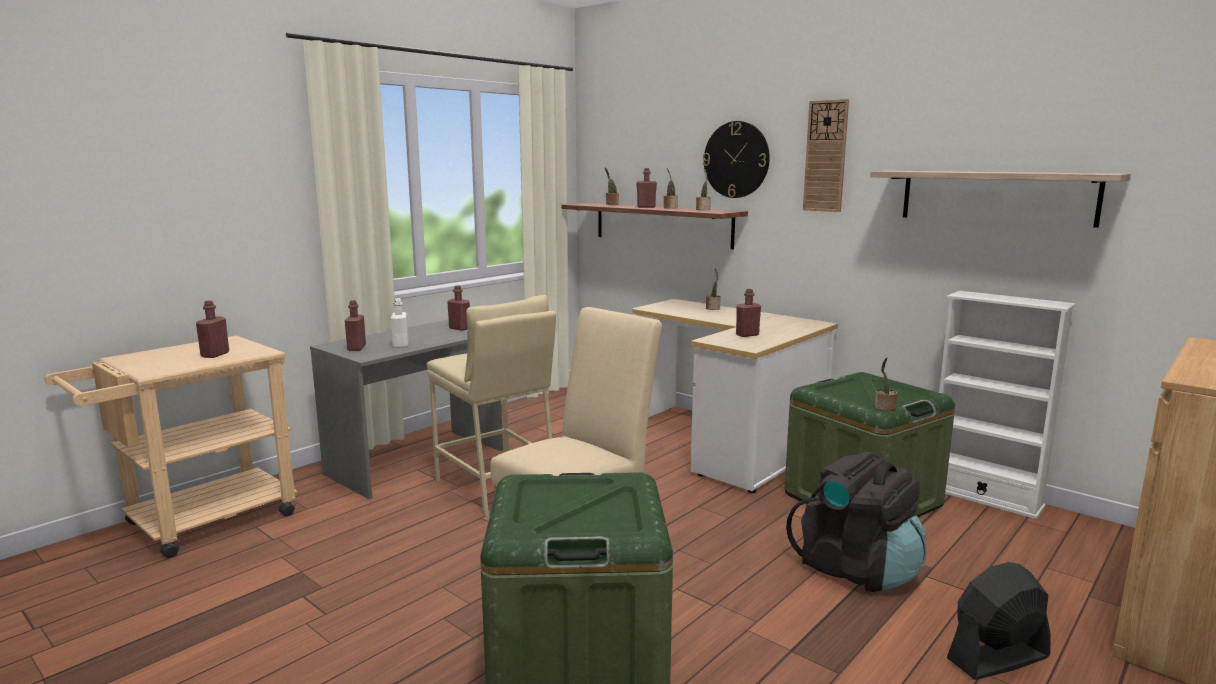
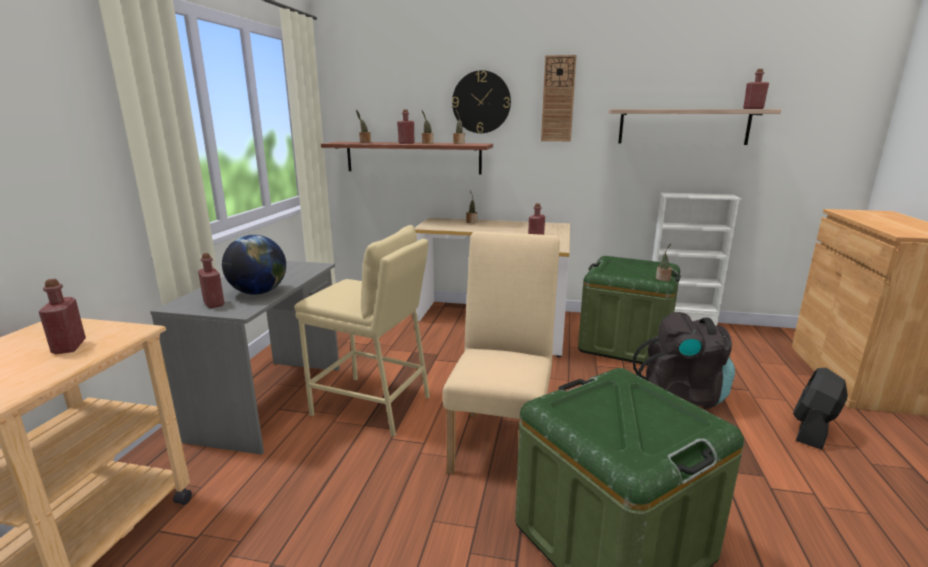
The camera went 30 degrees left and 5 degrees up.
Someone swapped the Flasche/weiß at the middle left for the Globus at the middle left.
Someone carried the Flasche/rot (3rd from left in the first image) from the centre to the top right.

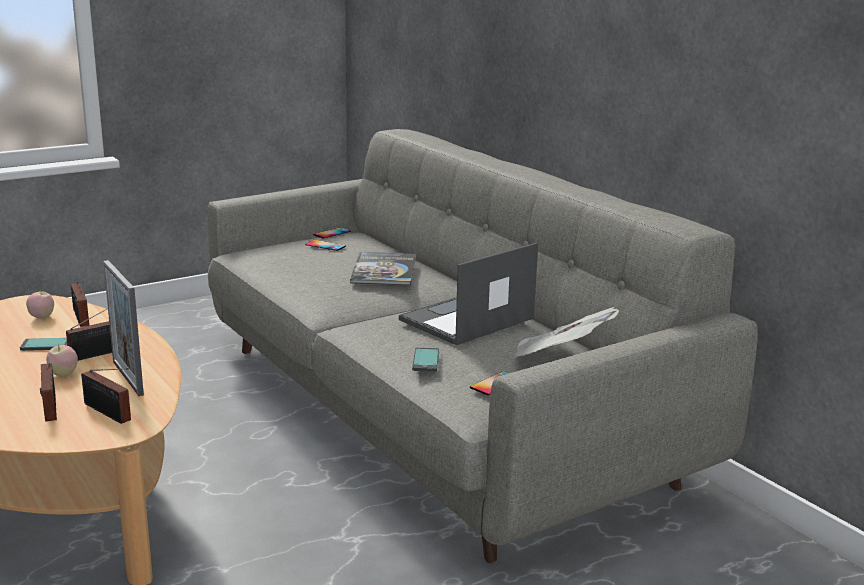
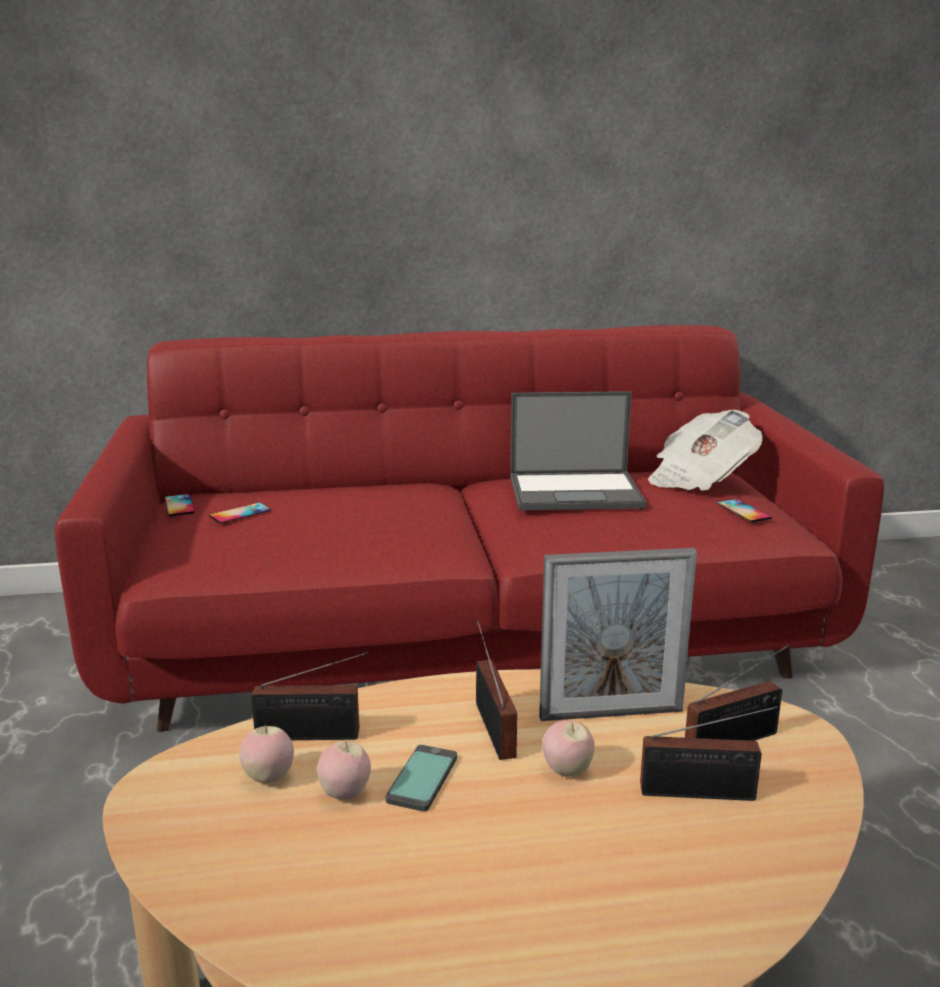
The camera went 65 degrees left and 0 degrees up.
Someone repainted the Sofa/grau at the centre, which became the Sofa/rot at the centre.
Someone put down the Apfel (2nd from left) at the bottom centre.
Someone rotated the Laptop at the centre by 75 degrees counterclockwise.
Someone took away the Buch at the centre.
Someone took away the Handy (4th from left) at the centre.

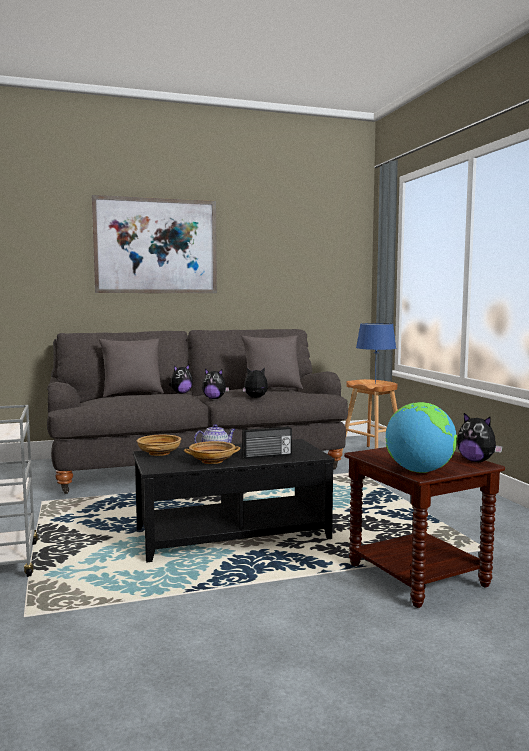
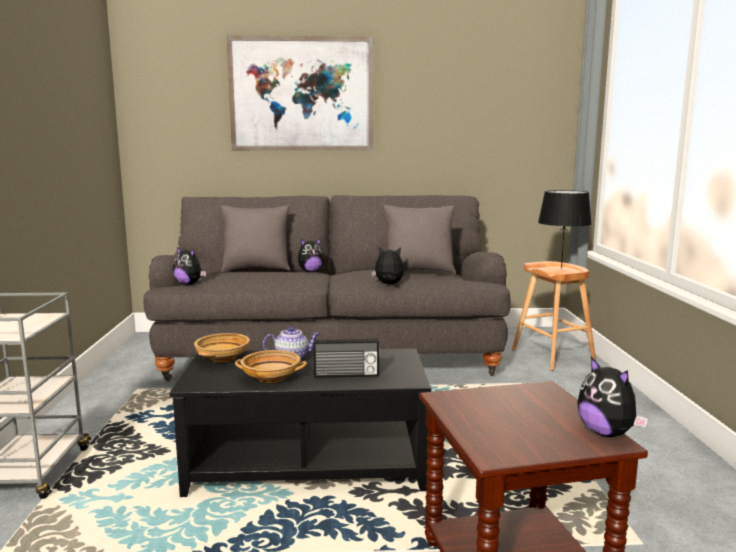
The camera went 15 degrees right and 5 degrees up.
Someone carried the Plüschtier (2nd from left in the first image) from the centre to the middle left.
Someone repainted the Tischlampe/blau at the middle right, which became the Tischlampe/schwarz at the middle right.
Someone took away the Globus at the middle right.

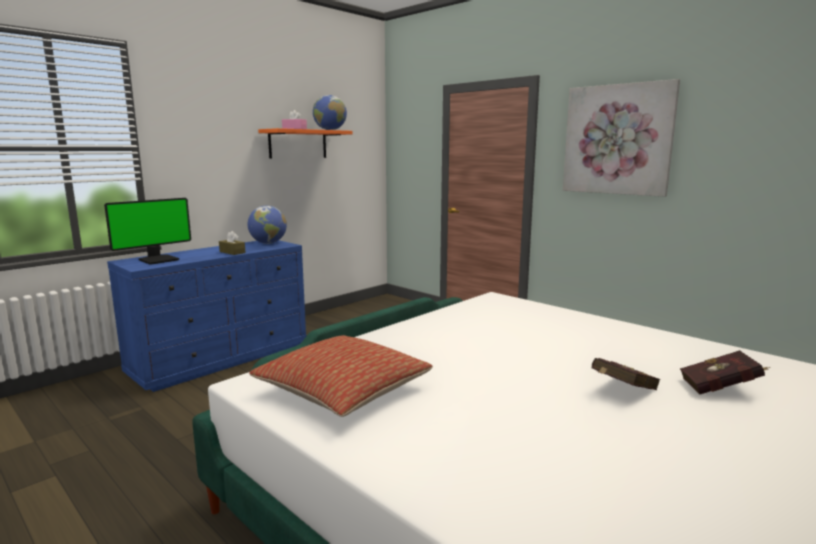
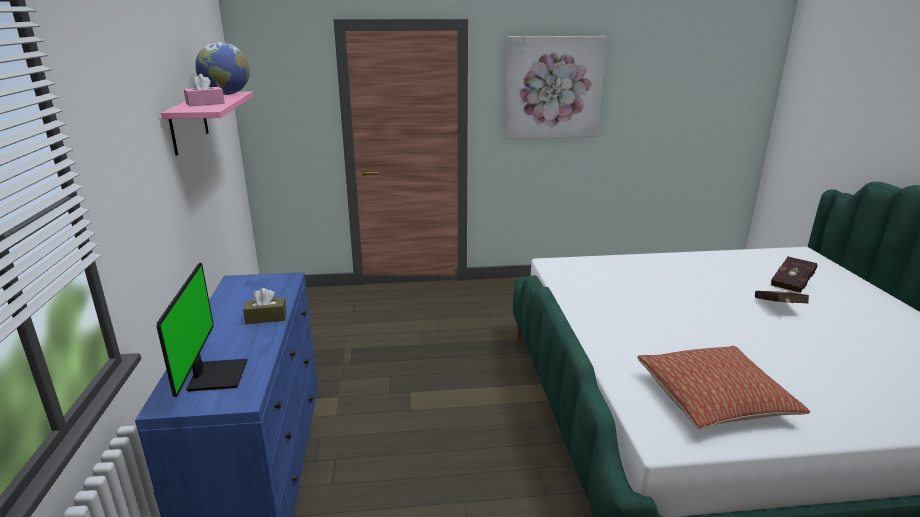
The camera went 50 degrees left and 10 degrees up.
Someone repainted the Wandregal/orange at the top centre, which became the Wandregal/rosa at the top left.
Someone took away the Globus (1st from left) at the middle left.

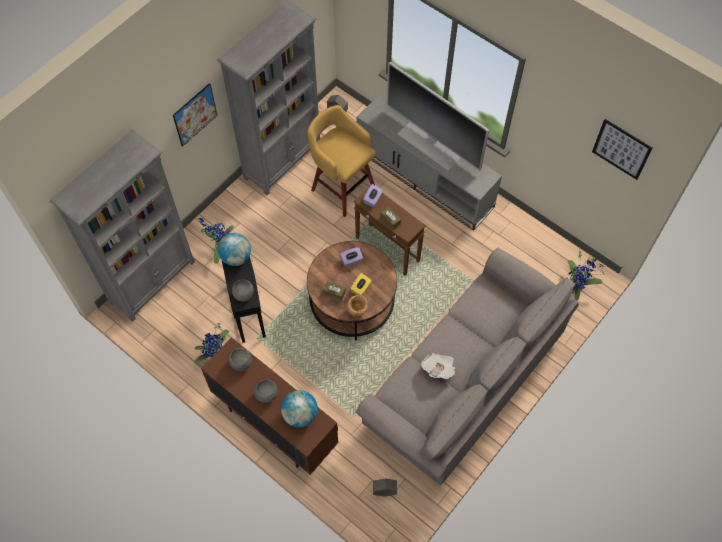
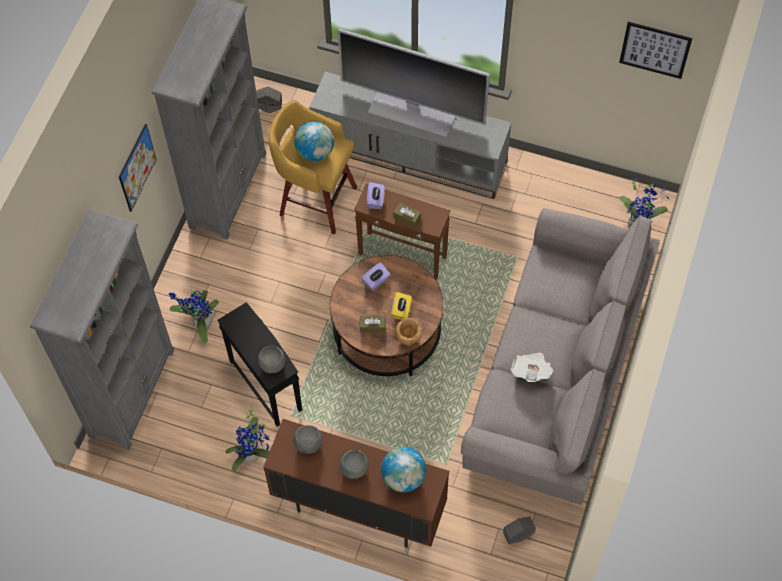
The camera went 20 degrees left and 0 degrees up.
Someone carried the Globus (1st from left) from the middle left to the top centre.

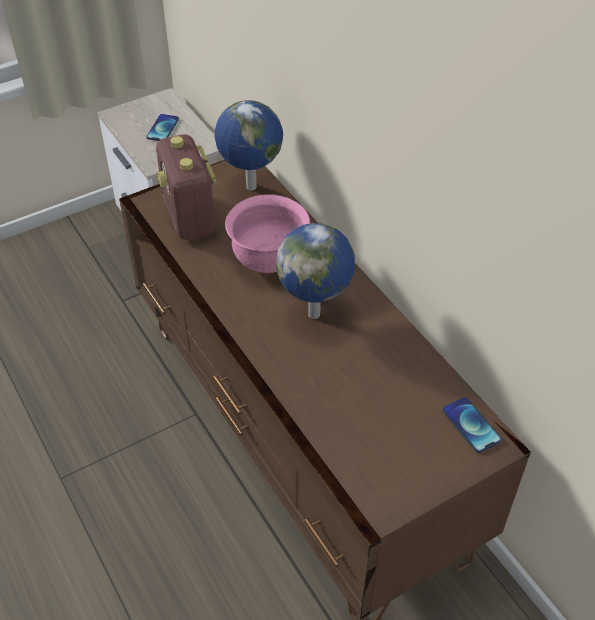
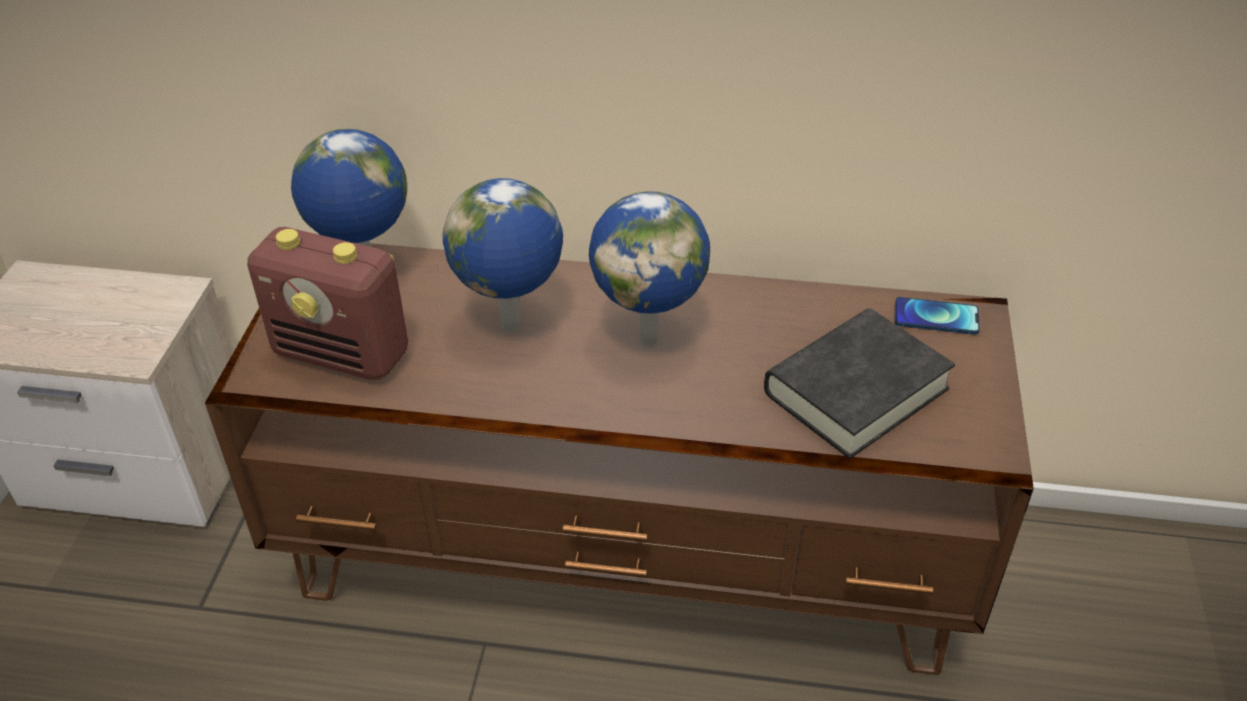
The camera went 50 degrees left and 5 degrees down.
Someone swapped the Schüssel/rosa at the centre for the Globus (2nd from left) at the centre.
Someone put down the Buch/schwarz at the middle right.
Someone took away the Handy (1st from left) at the top left.

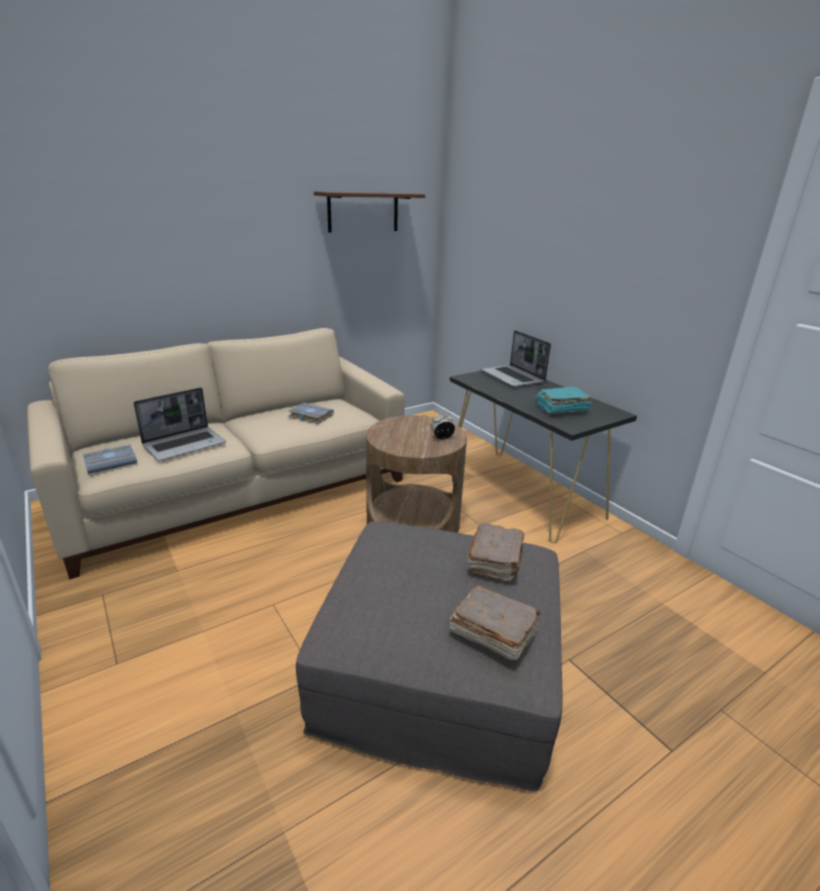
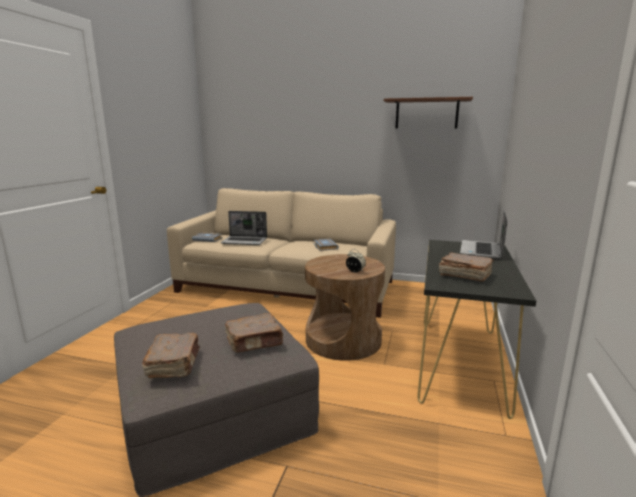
The camera went 50 degrees right and 10 degrees down.
Someone repainted the Buch/türkis at the middle right, which became the Buch/braun (3rd from left) at the middle right.

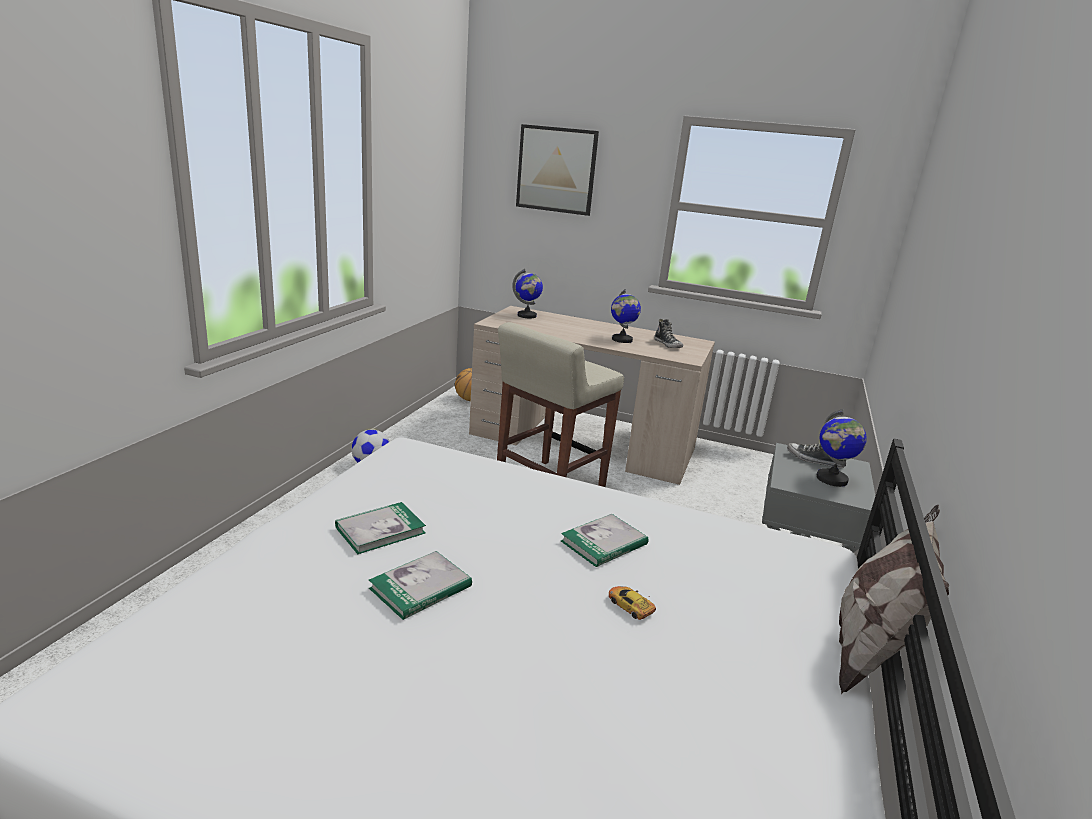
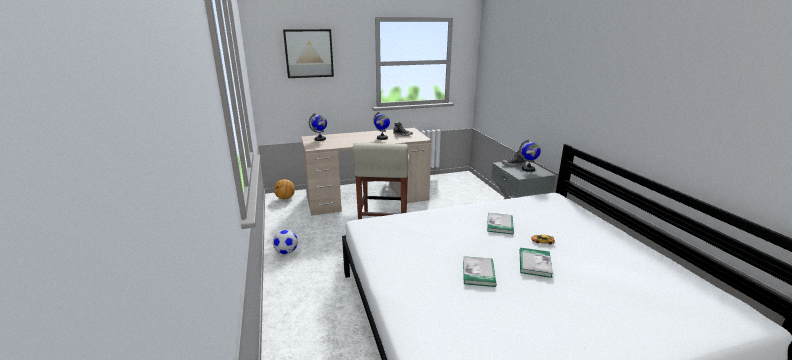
The camera went 35 degrees left and 0 degrees up.
Someone carried the Buch (1st from left in the first image) from the centre to the bottom right.
Someone took away the Kissen at the bottom right.

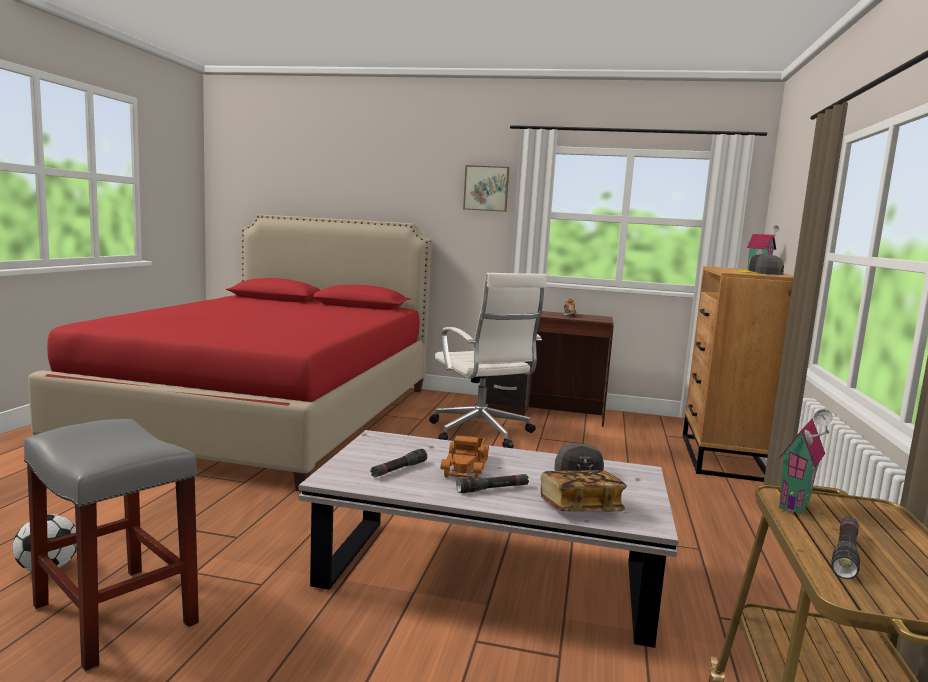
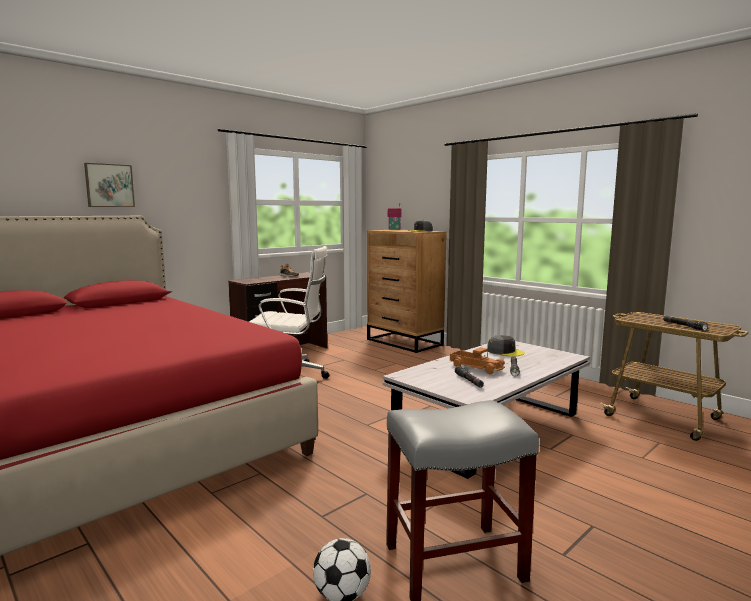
The camera went 55 degrees left and 0 degrees up.
Someone carried the Bild from the top centre to the top left.
Someone took away the Buch at the bottom centre.
Someone took away the Spielzeughaus (2nd from left) at the bottom right.

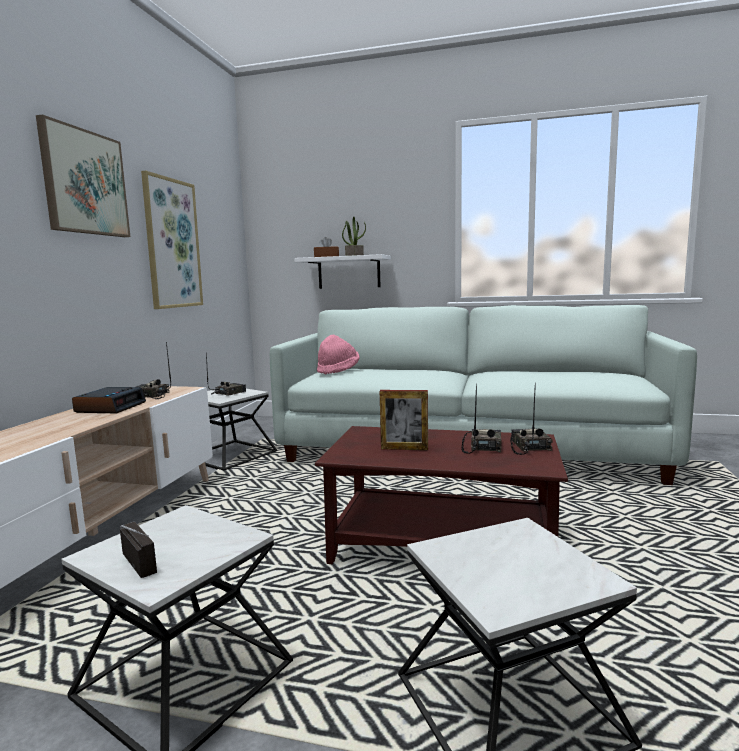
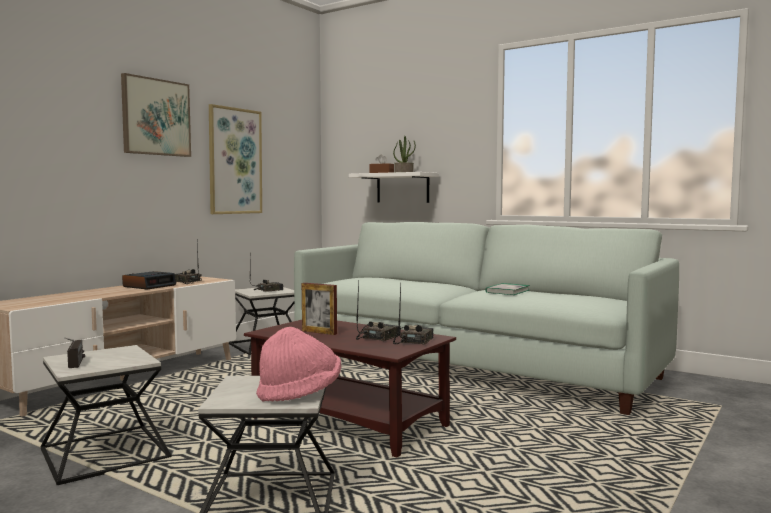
The camera went 20 degrees right and 5 degrees down.
Someone carried the Hut/rosa from the centre to the bottom centre.
Someone put down the Buch at the centre.

